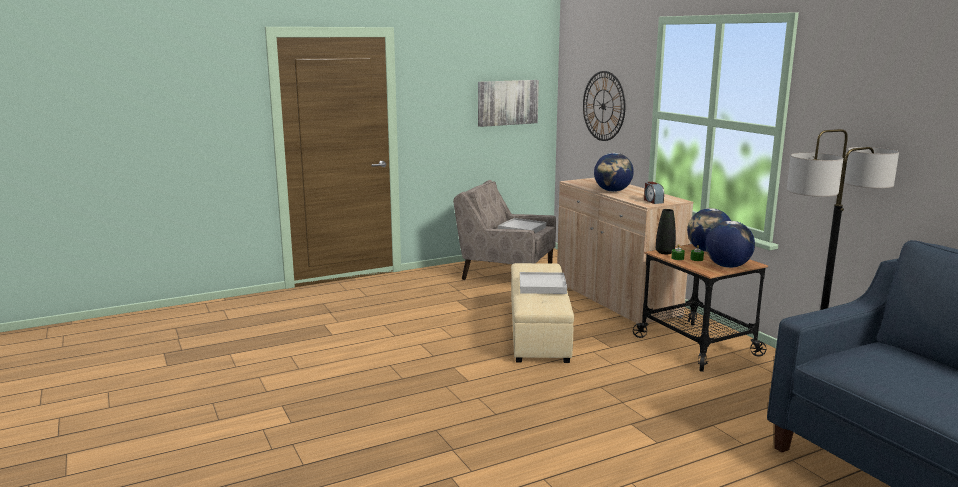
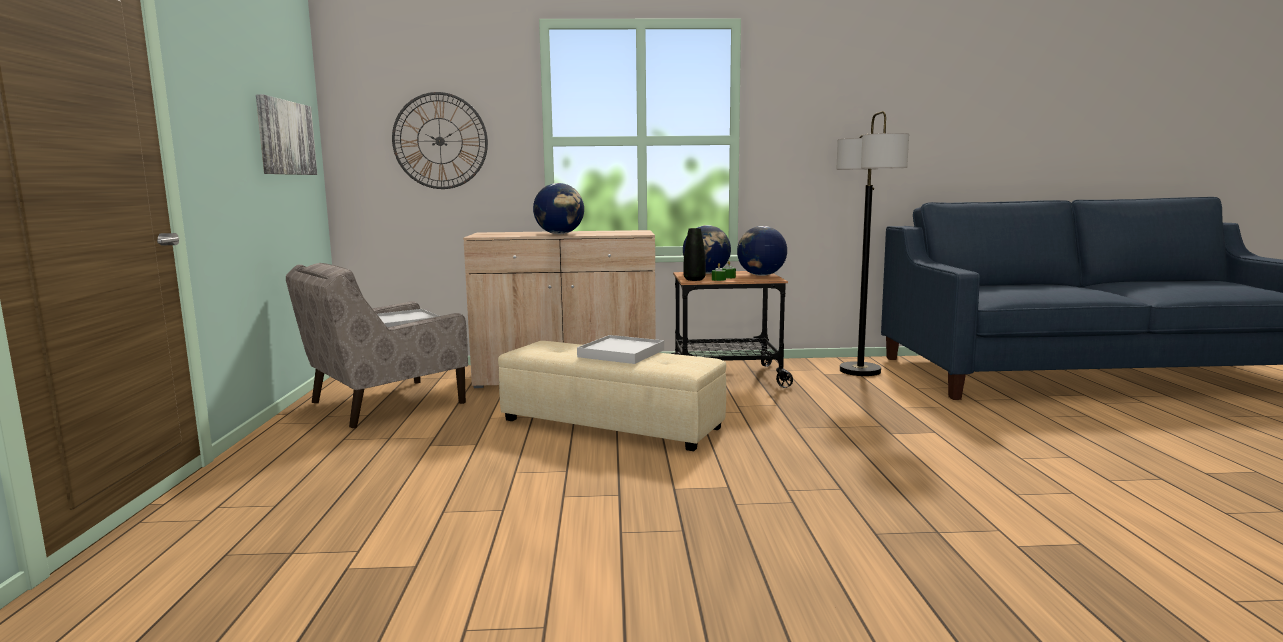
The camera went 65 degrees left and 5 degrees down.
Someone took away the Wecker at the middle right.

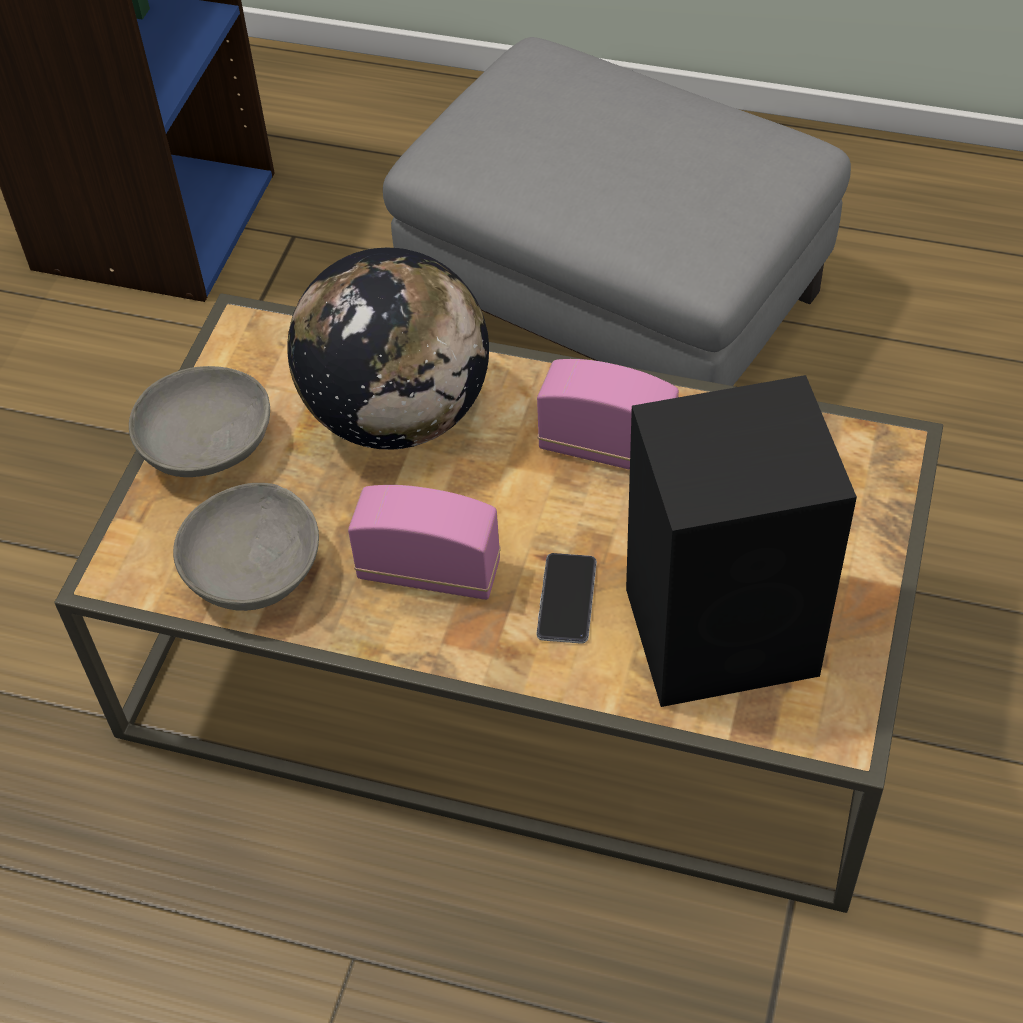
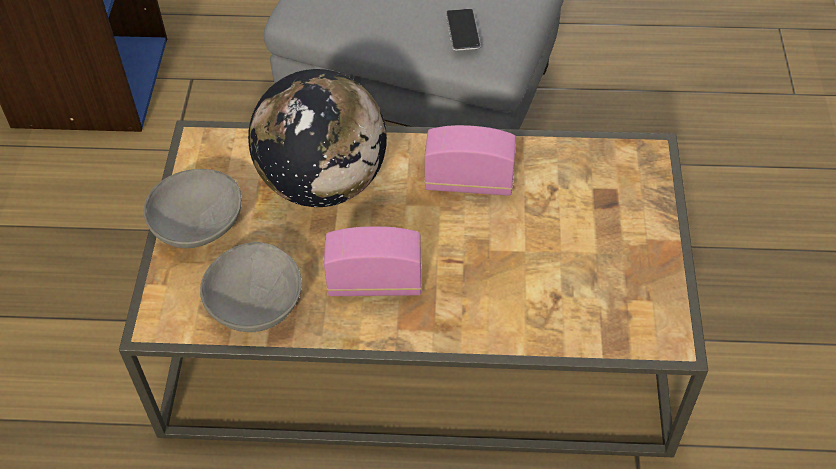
The camera went 15 degrees left and 0 degrees up.
Someone carried the Handy from the centre to the top centre.
Someone took away the Lautsprecher/schwarz at the middle right.

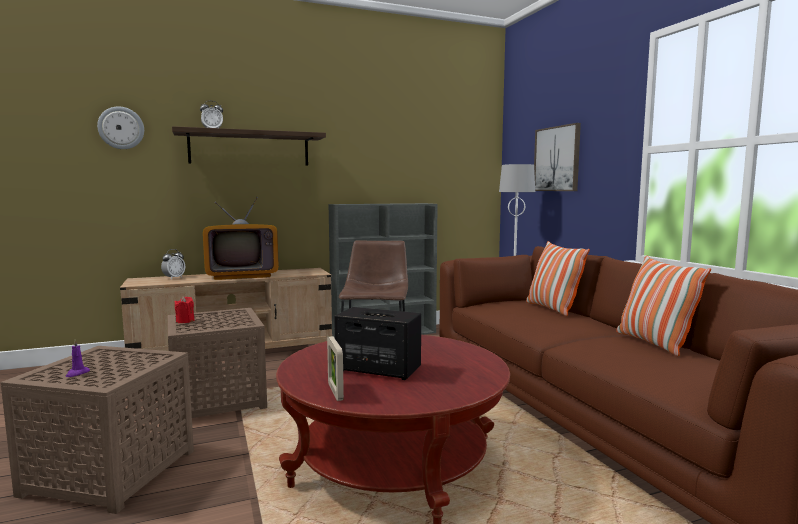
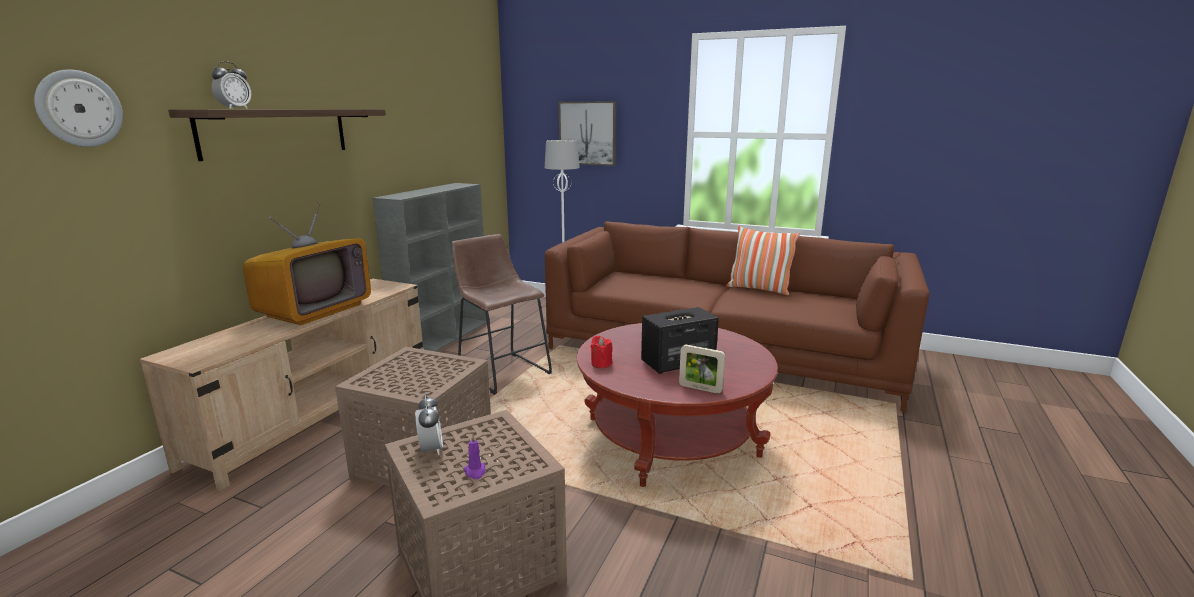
The camera went 45 degrees left and 10 degrees up.
Someone carried the Wecker (1st from left in the first image) from the middle left to the bottom centre.
Someone carried the Kerze/rot from the middle left to the centre.
Someone took away the Kissen (1st from left) at the middle right.

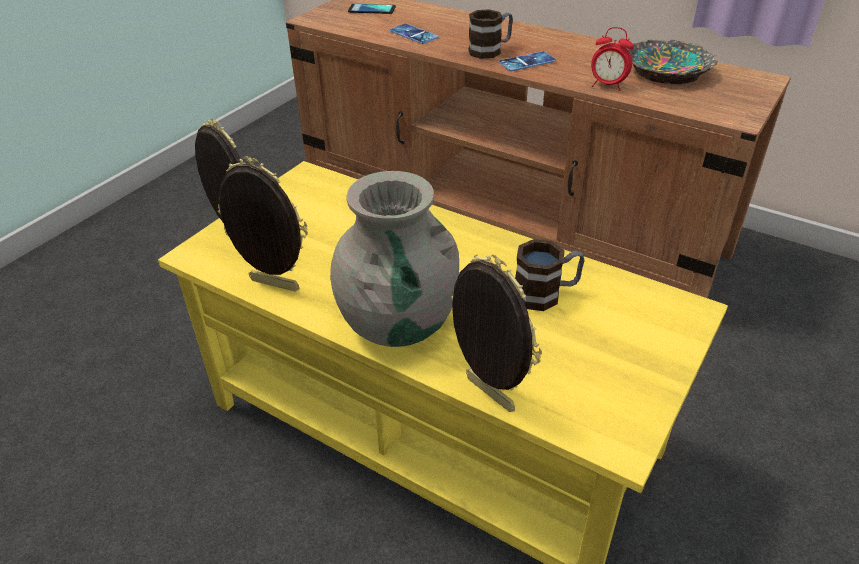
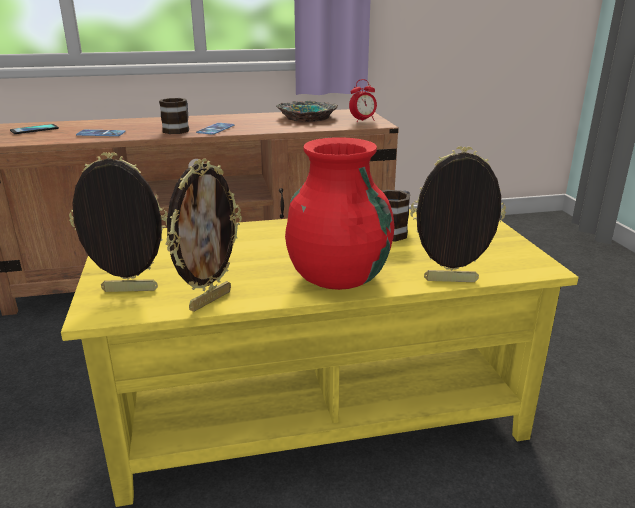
The camera went 45 degrees left and 15 degrees down.
Someone rotated the Bilderrahmen (2nd from left) at the middle left by 150 degrees clockwise.
Someone repainted the Vase/grau at the centre, which became the Vase/rot at the centre.
Someone carried the Wecker from the top right to the top centre.

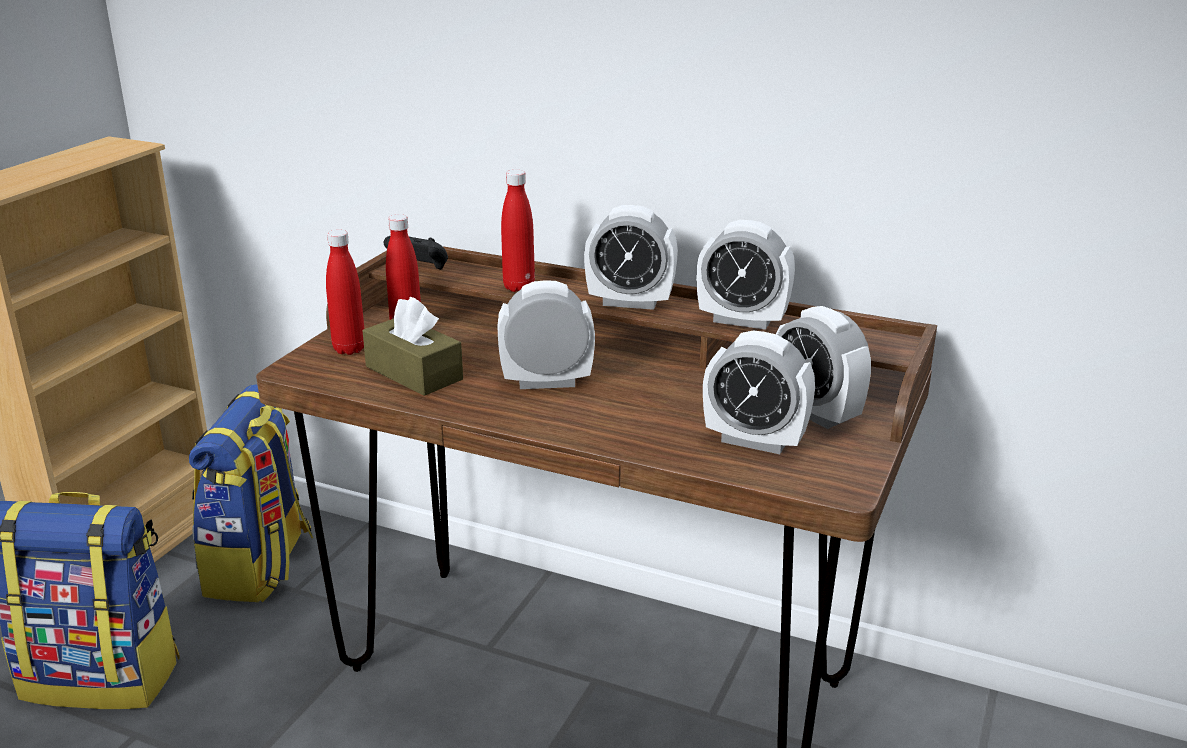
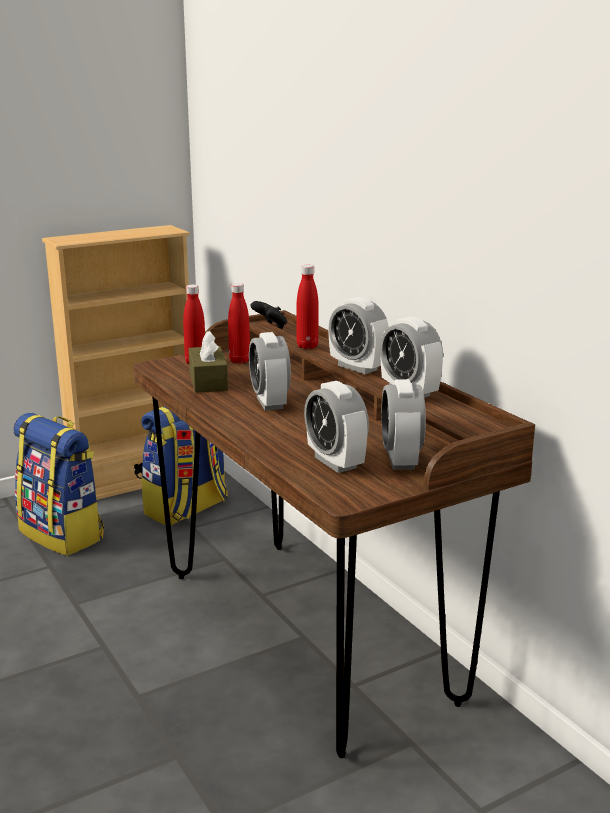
The camera went 35 degrees right and 5 degrees down.
Someone rotated the Wecker (1st from left) at the centre by 135 degrees counterclockwise.

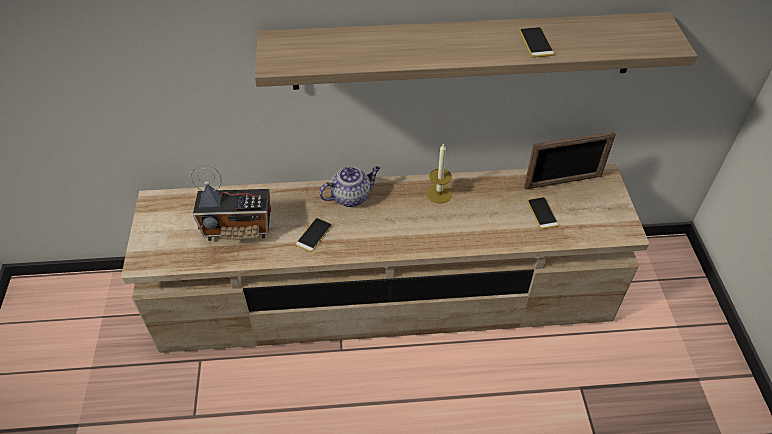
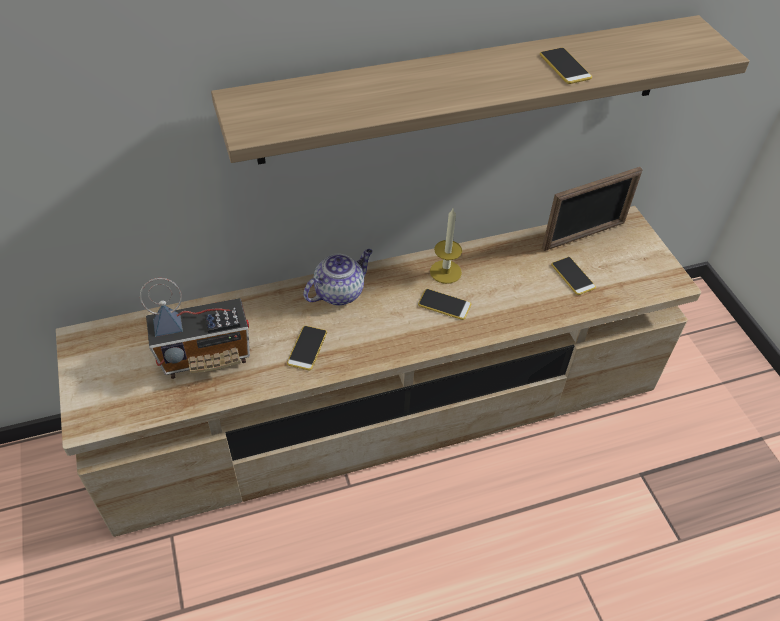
The camera went 15 degrees left and 0 degrees up.
Someone put down the Handy (2nd from left) at the centre.

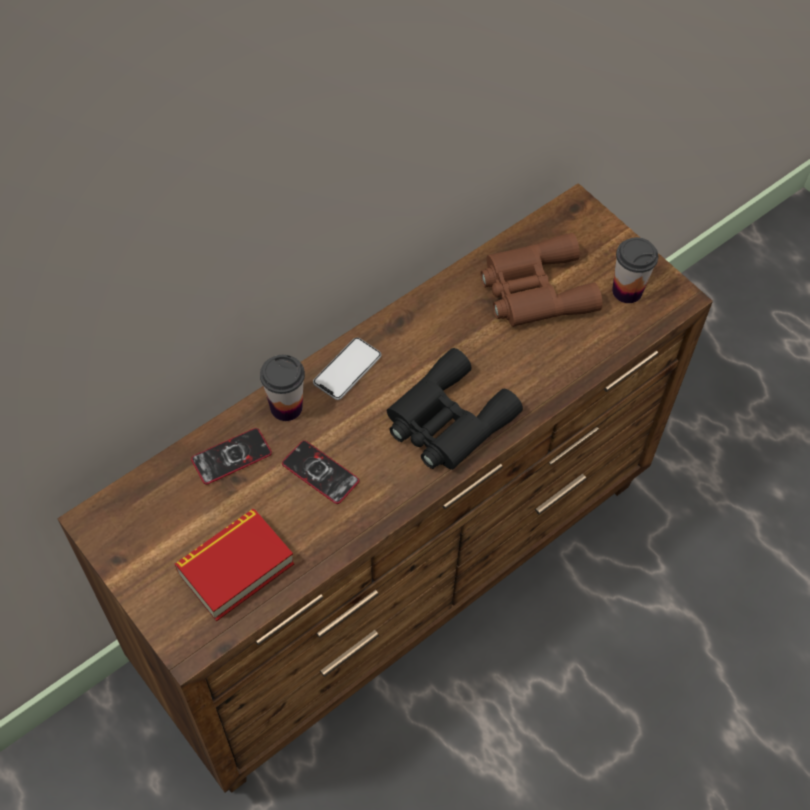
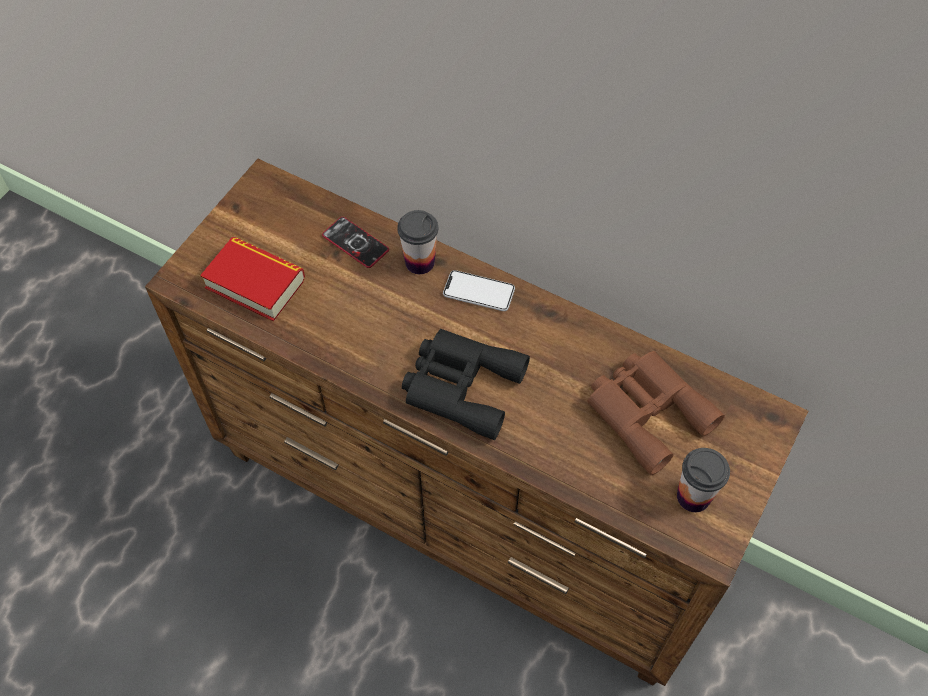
The camera went 70 degrees right and 0 degrees up.
Someone took away the Handy (2nd from left) at the centre.

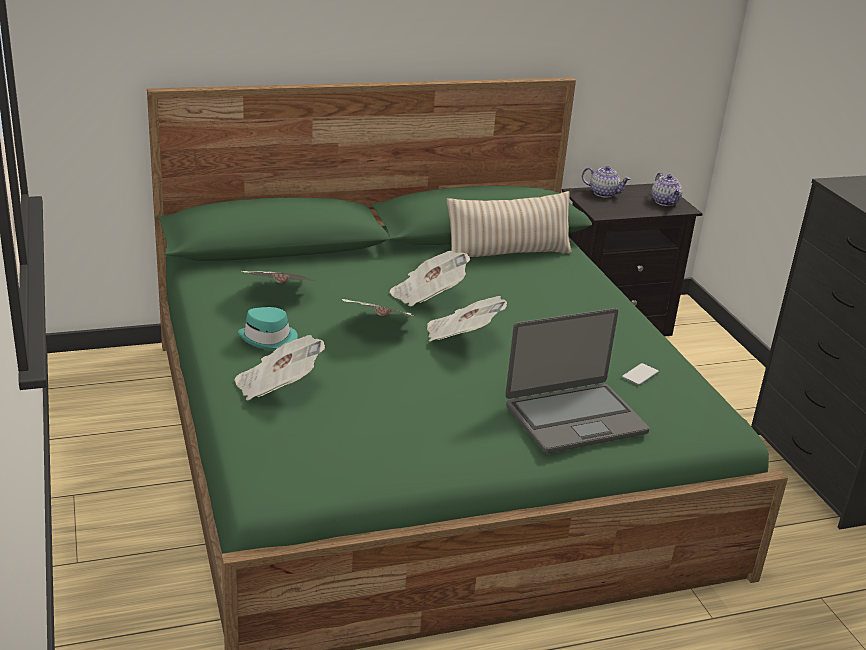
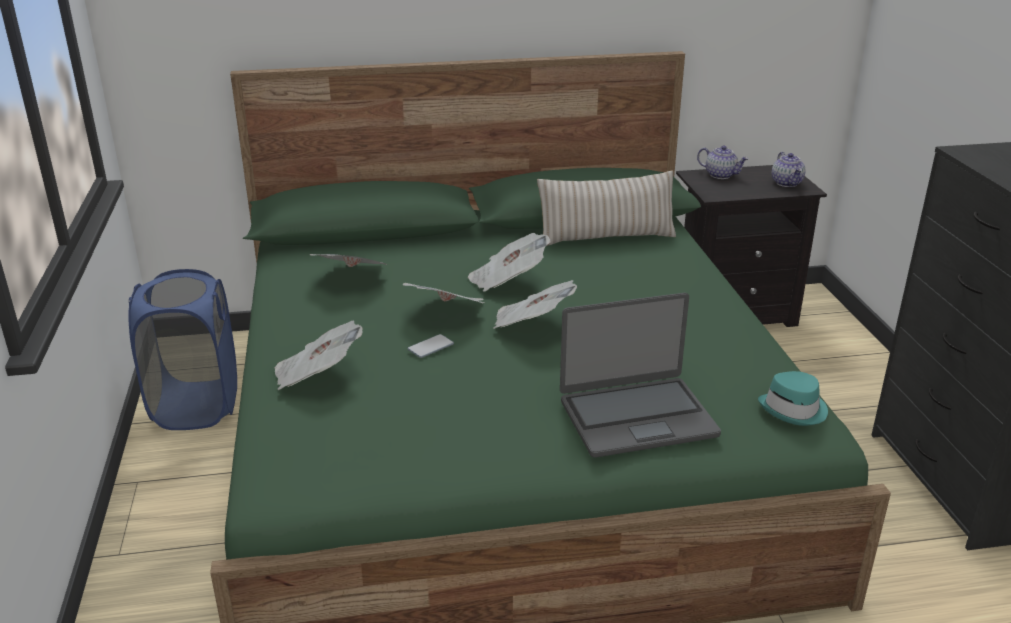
The camera went 10 degrees right and 0 degrees up.
Someone put down the Wäschekorb/blau at the middle left.
Someone carried the Handy from the middle right to the centre.
Someone carried the Hut/türkis from the middle left to the middle right.

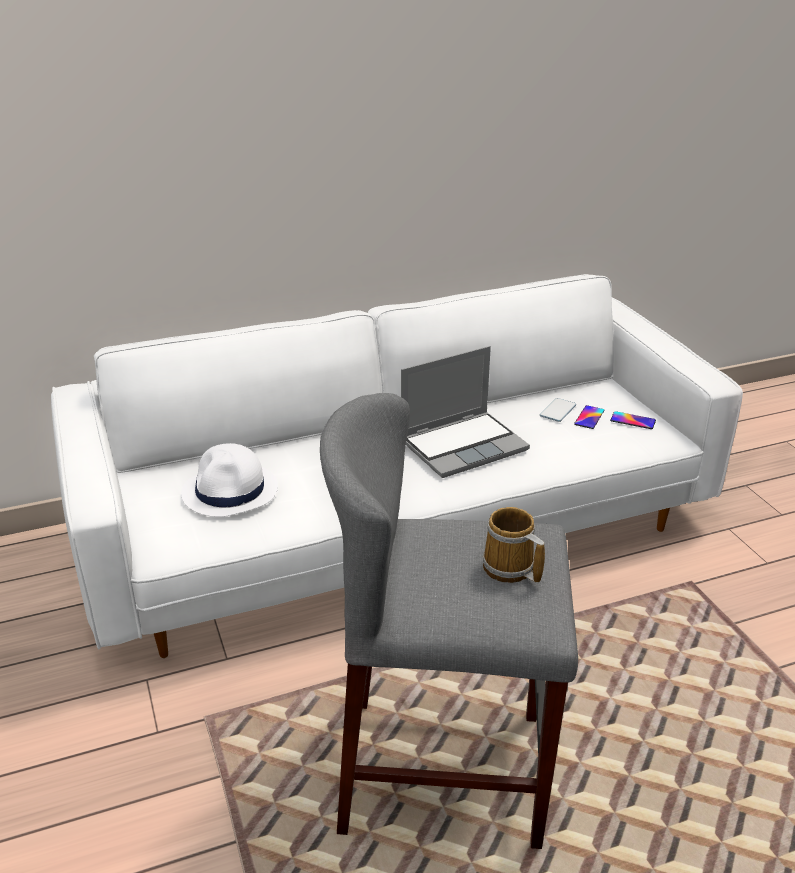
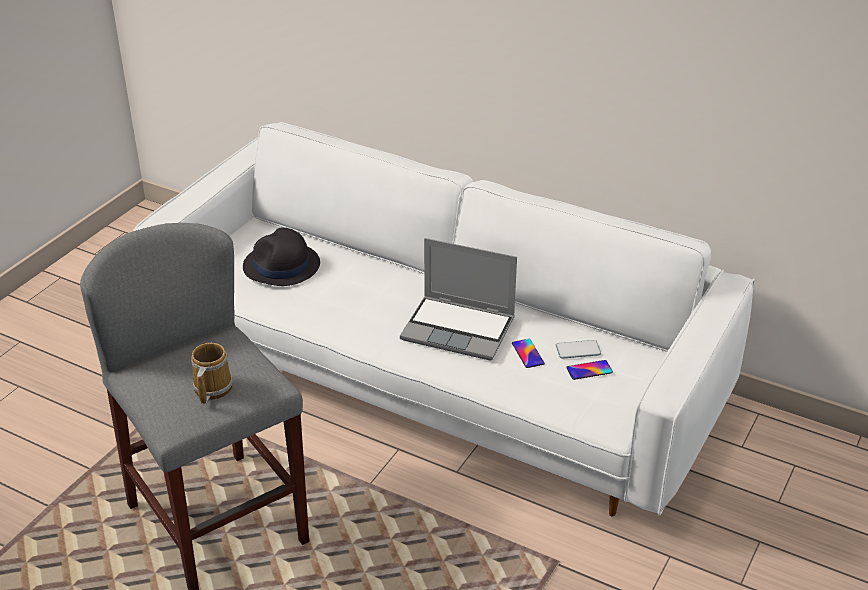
The camera went 50 degrees right and 5 degrees up.
Someone repainted the Hut/weiß at the middle left, which became the Hut/schwarz at the middle left.
Someone carried the Handy (3rd from left in the first image) from the middle right to the centre.

